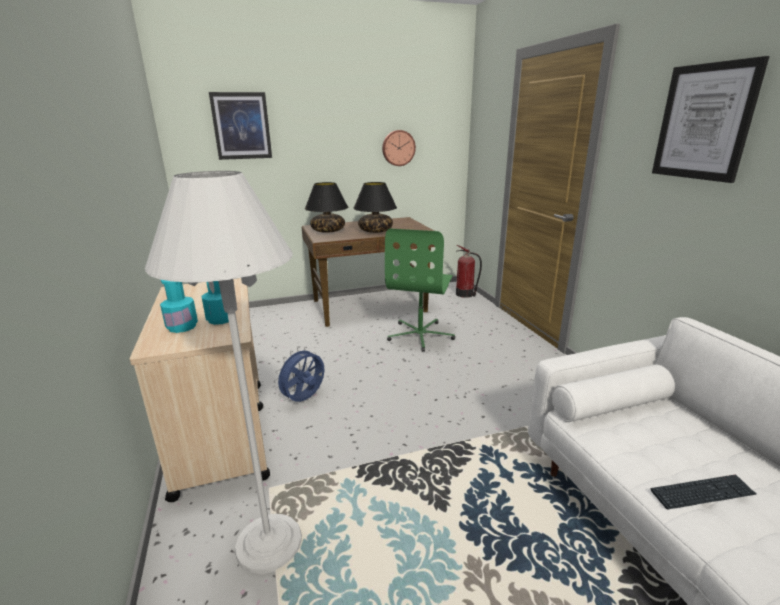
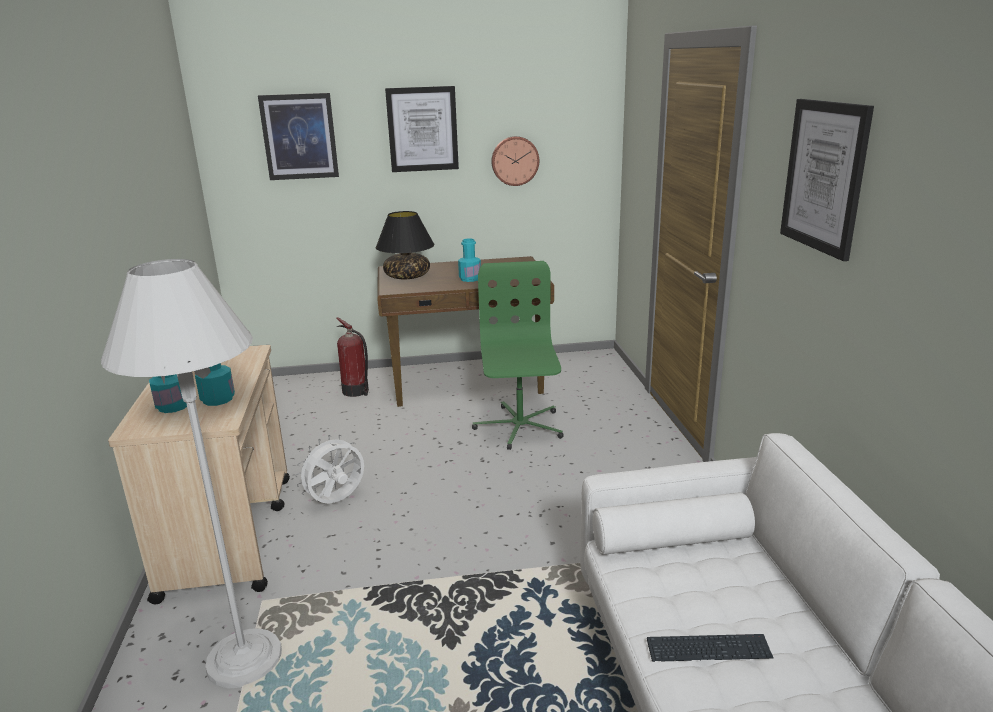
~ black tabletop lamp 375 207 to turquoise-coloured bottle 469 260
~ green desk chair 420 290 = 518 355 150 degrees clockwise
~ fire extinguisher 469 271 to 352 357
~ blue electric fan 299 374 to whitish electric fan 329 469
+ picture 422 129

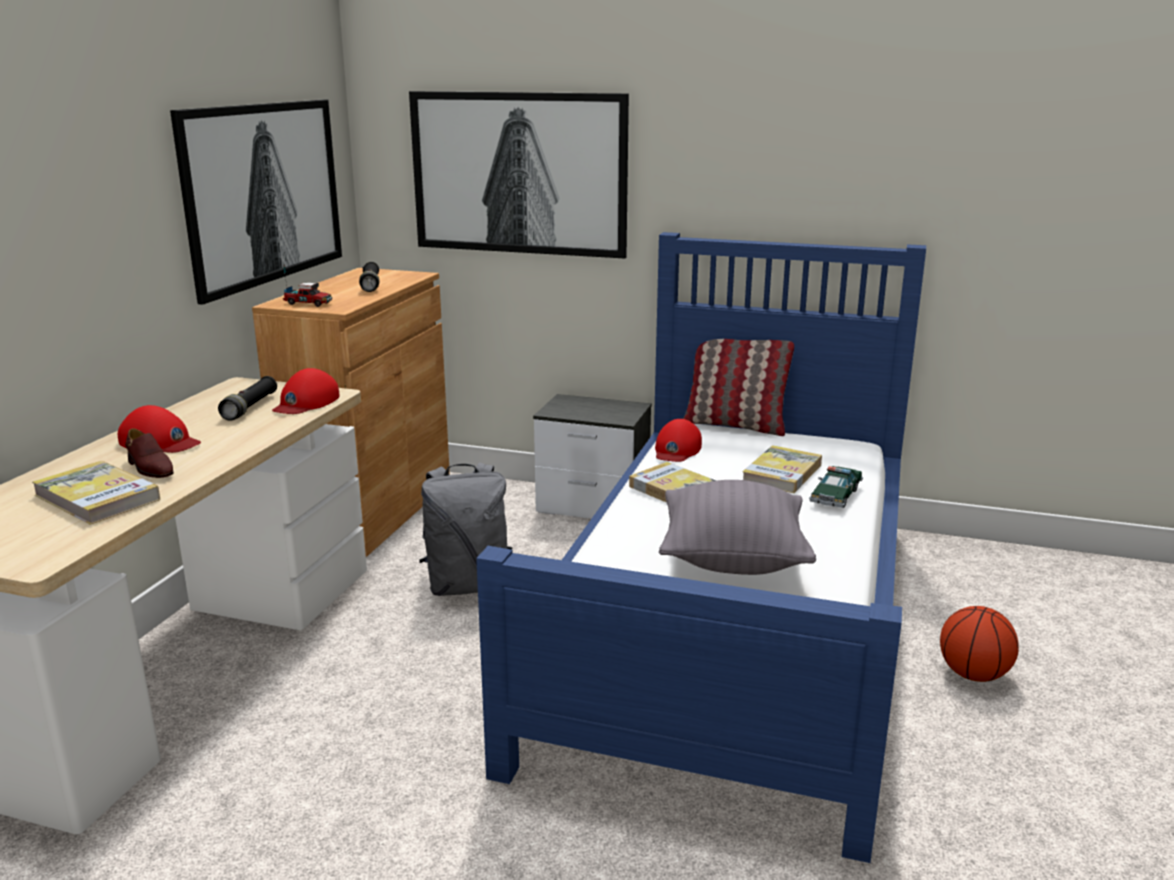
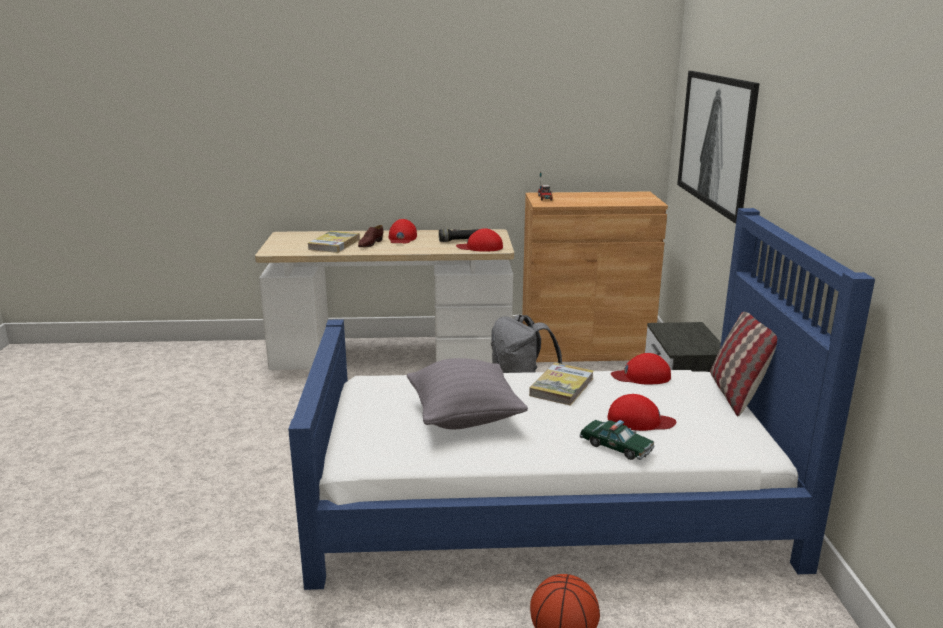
- picture 256 202
- black flashlight 369 277
~ bound book 782 469 to reddish baseball cap 641 412
~ toy car 836 487 = 617 440 150 degrees counterclockwise

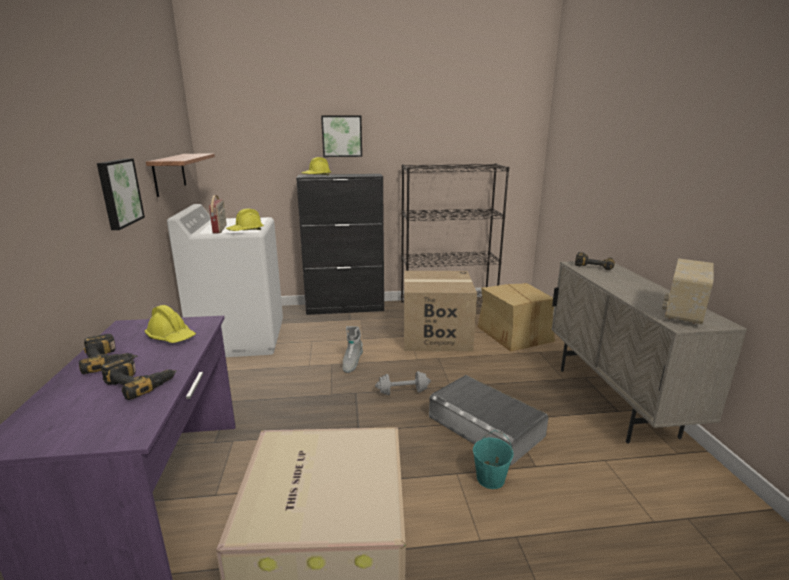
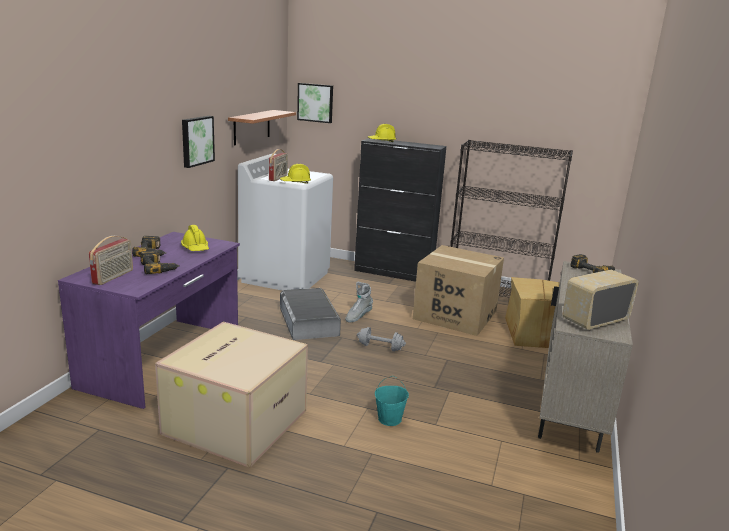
~ picture 341 136 to 315 103
~ grey storage container 489 420 to 310 314
+ radio set 111 260

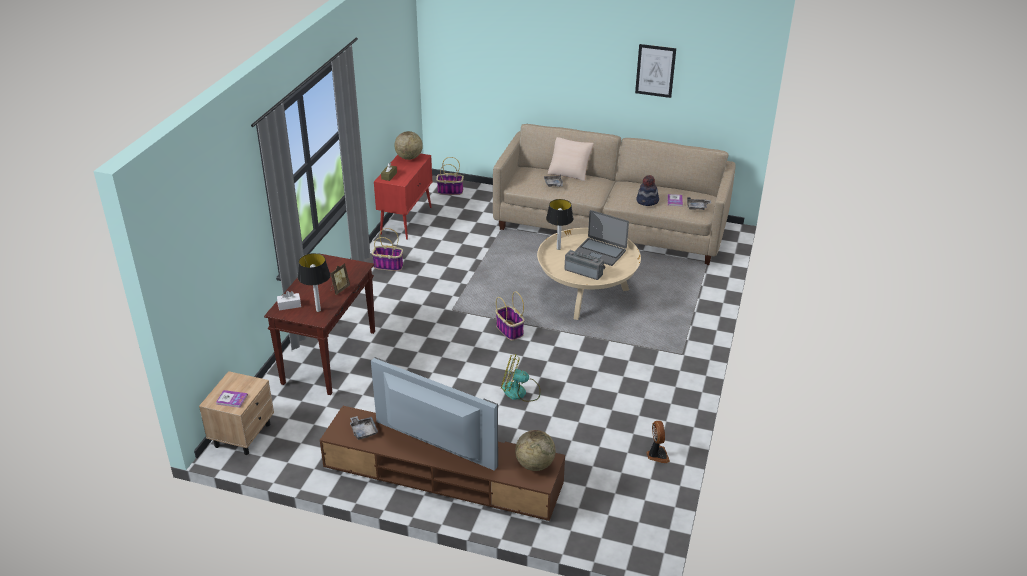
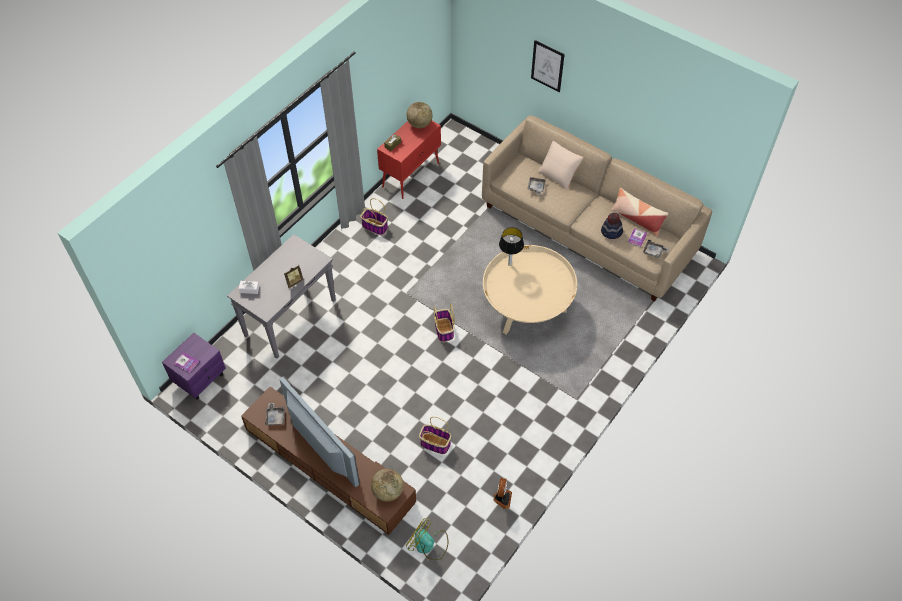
~ picture 655 71 to 548 66
~ storage basket 450 176 to 435 435
- portable computer 602 238
- radio set 584 265
~ brownish narrow table 319 324 to grey narrow table 281 296
- tabletop lamp 314 282
~ electric fan 521 378 to 427 539
~ sand-coloured night table 236 413 to purplish night table 194 366
+ cushion 639 212

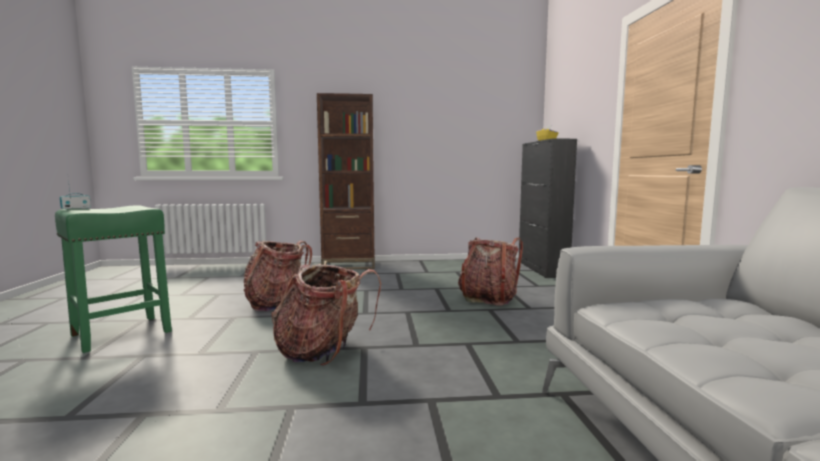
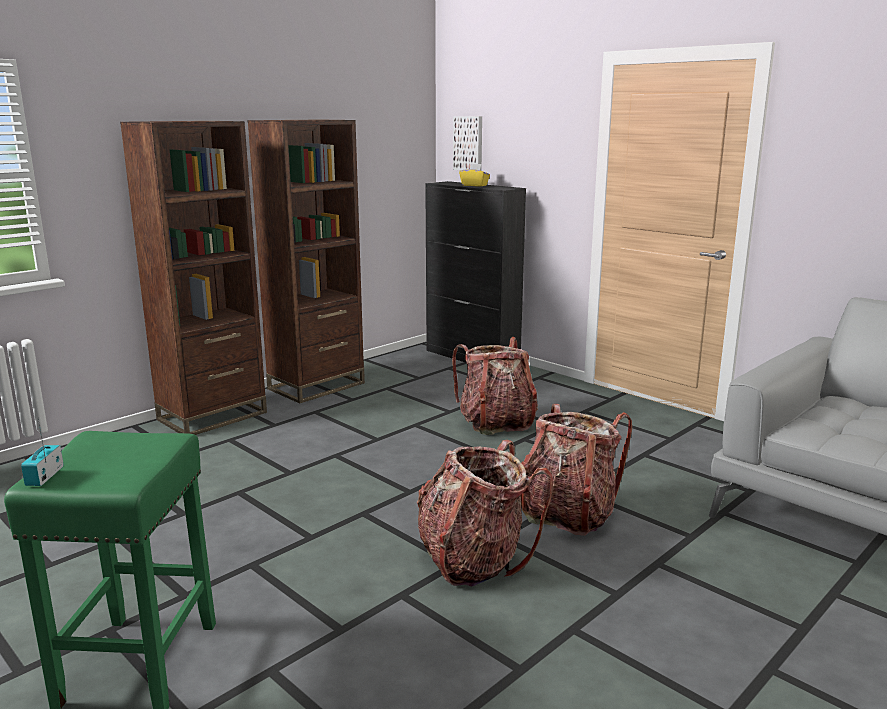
~ backpack 278 276 to 576 470
+ picture 467 143
+ brownish shelving unit 306 261

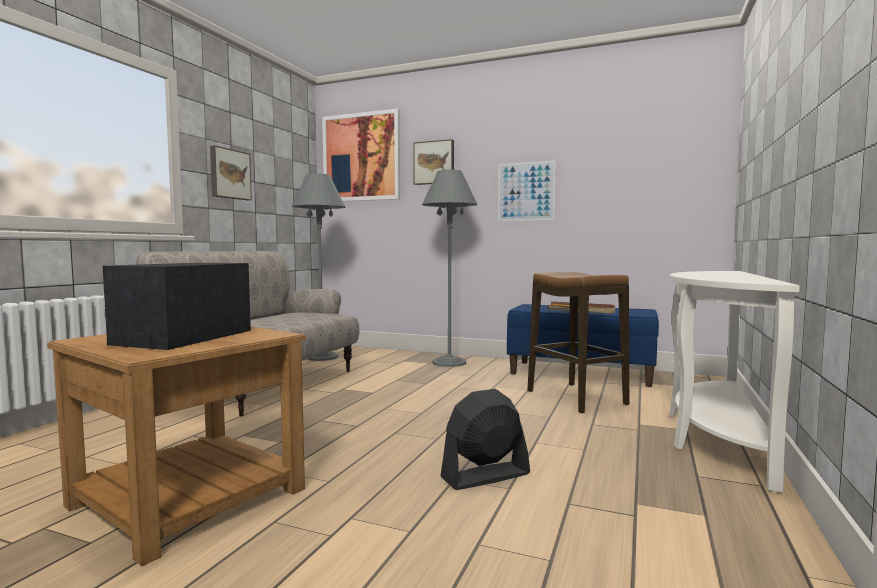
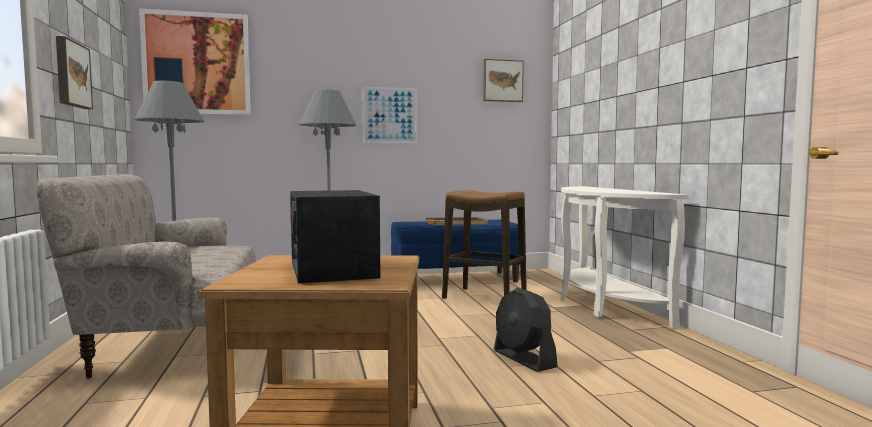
~ picture 433 162 to 503 80
~ black electric fan 485 439 = 526 330 60 degrees counterclockwise

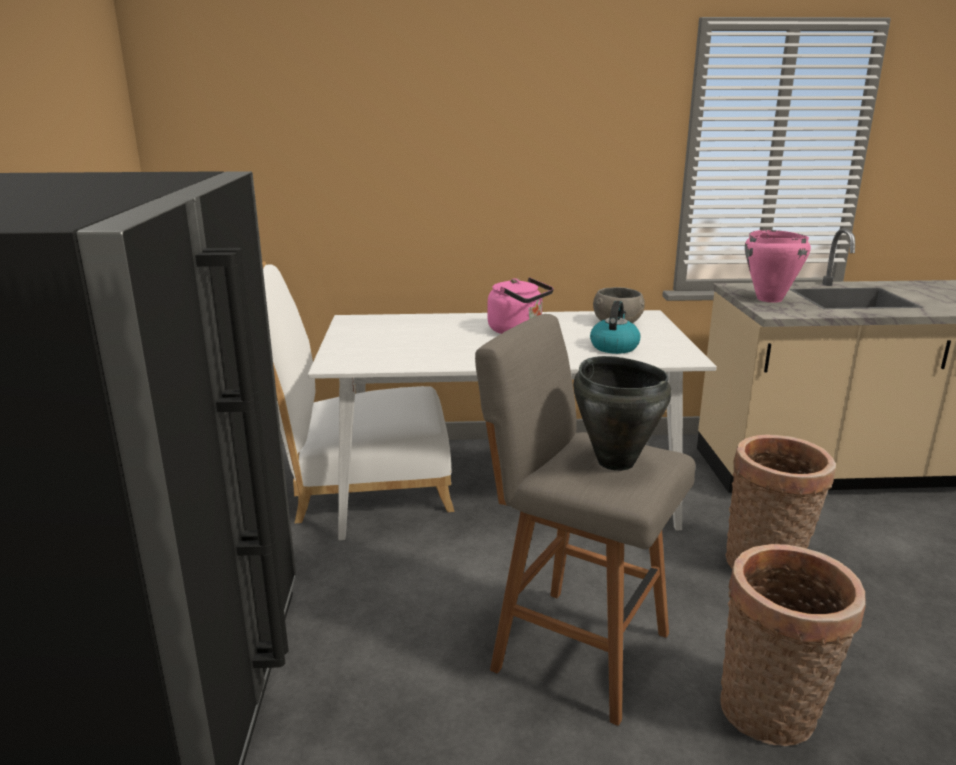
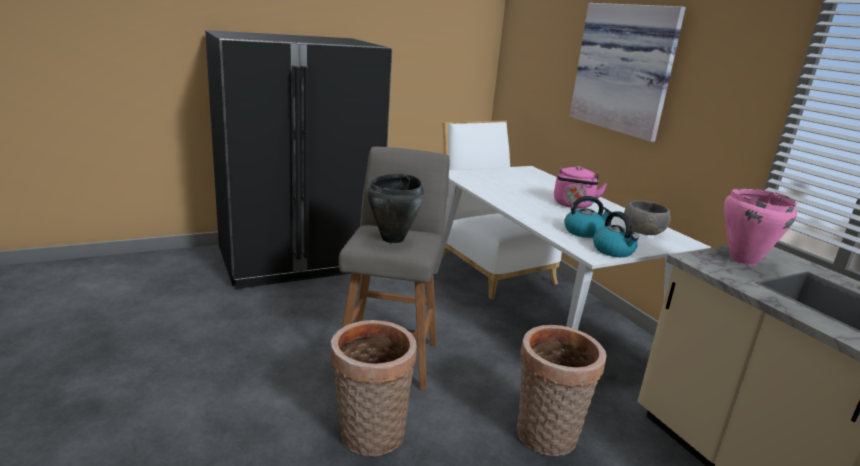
+ picture 627 72
+ tea kettle 616 234

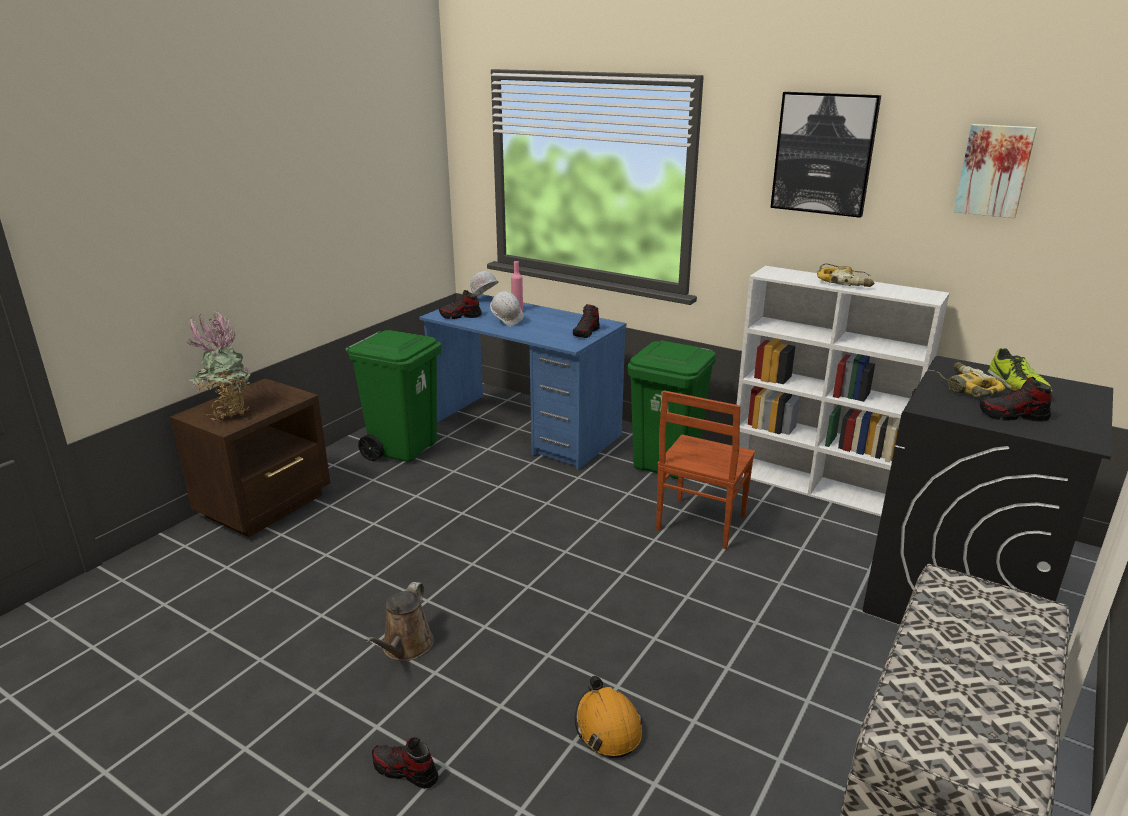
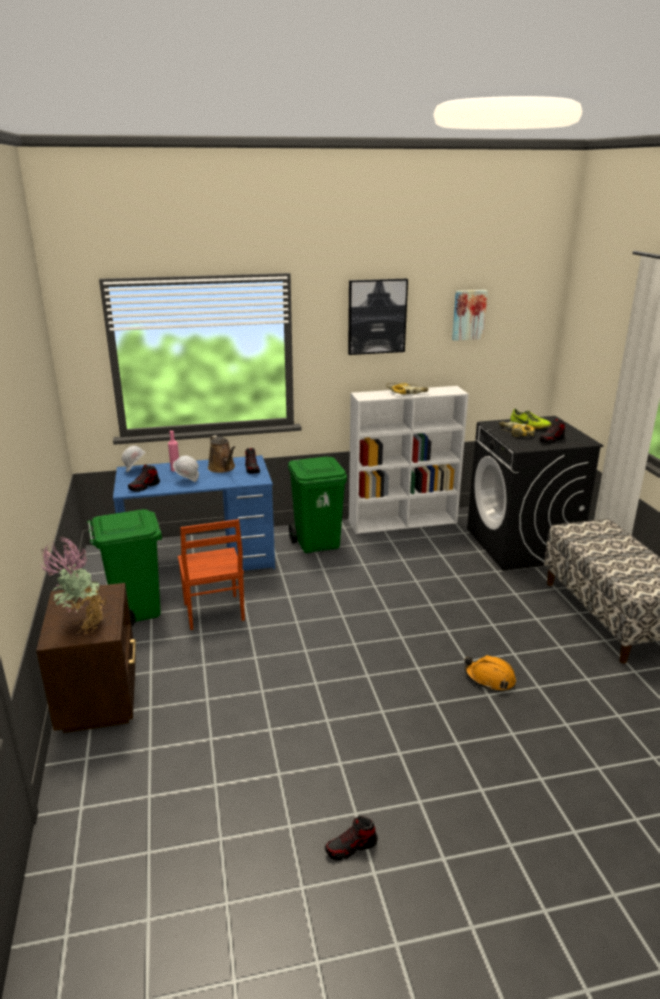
~ brownish plain chair 705 469 to 211 574
~ brownish sprinkling can 399 621 to 221 454
~ low shoe 405 763 to 351 838

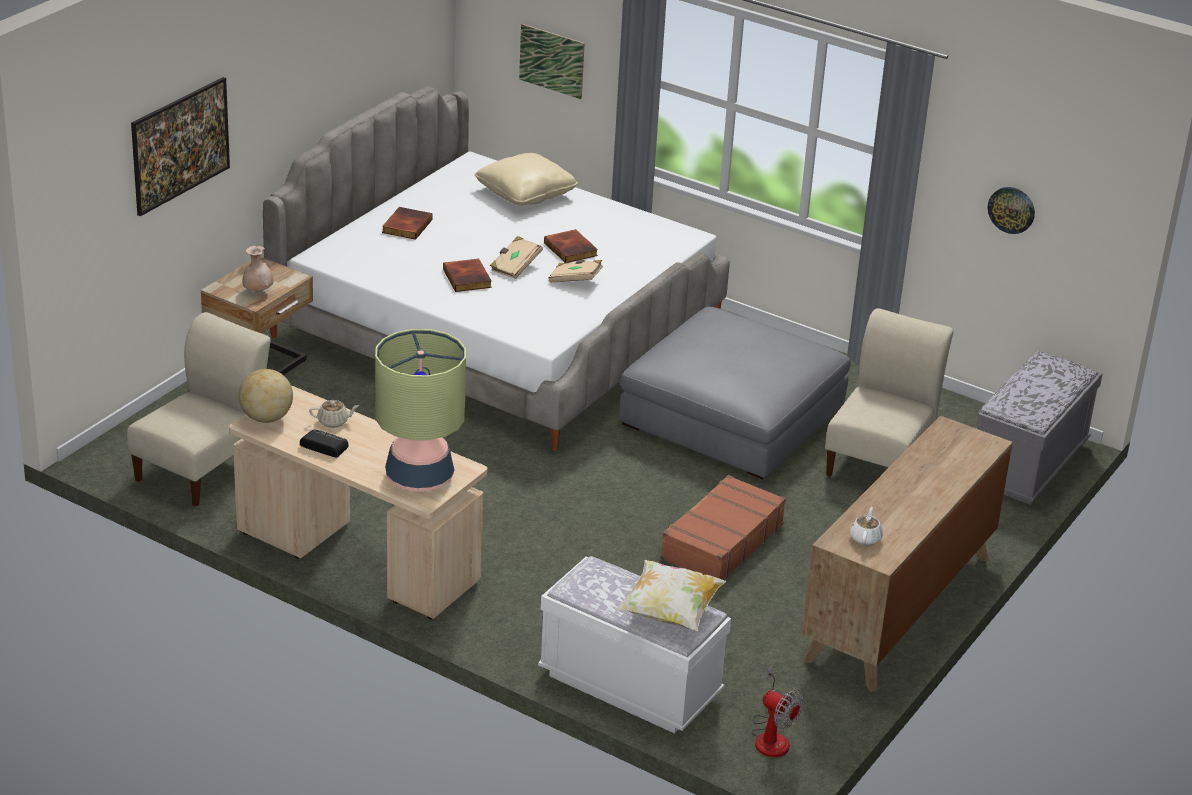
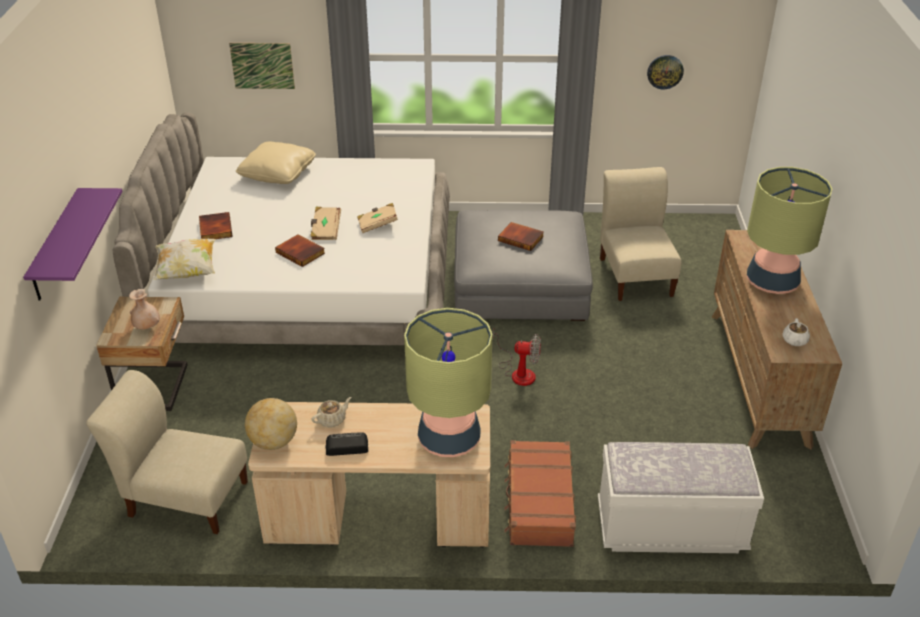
~ picture 180 146 to purplish wall shelf 72 244
~ bound book 571 246 to 521 236
~ sand-coloured plain chair 199 409 = 167 452 75 degrees counterclockwise
- grey indoor bench 1039 428
~ brownish travel case 723 527 to 540 493
~ whitish pot for tea 866 526 = 796 332 150 degrees counterclockwise
~ cushion 671 595 to 184 259
~ electric fan 777 711 to 517 358
+ tabletop lamp 790 230

